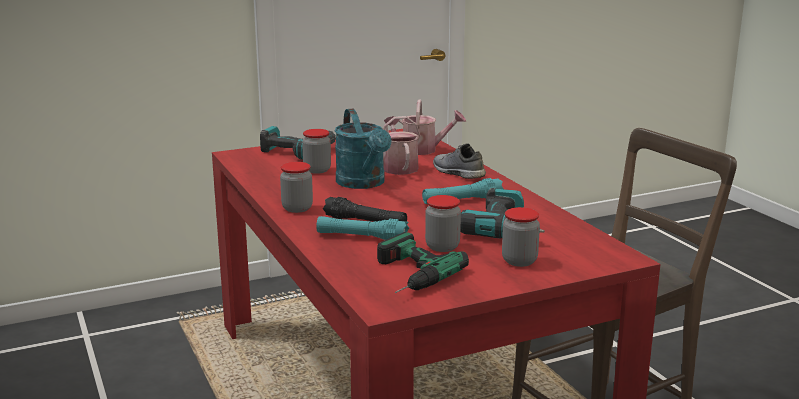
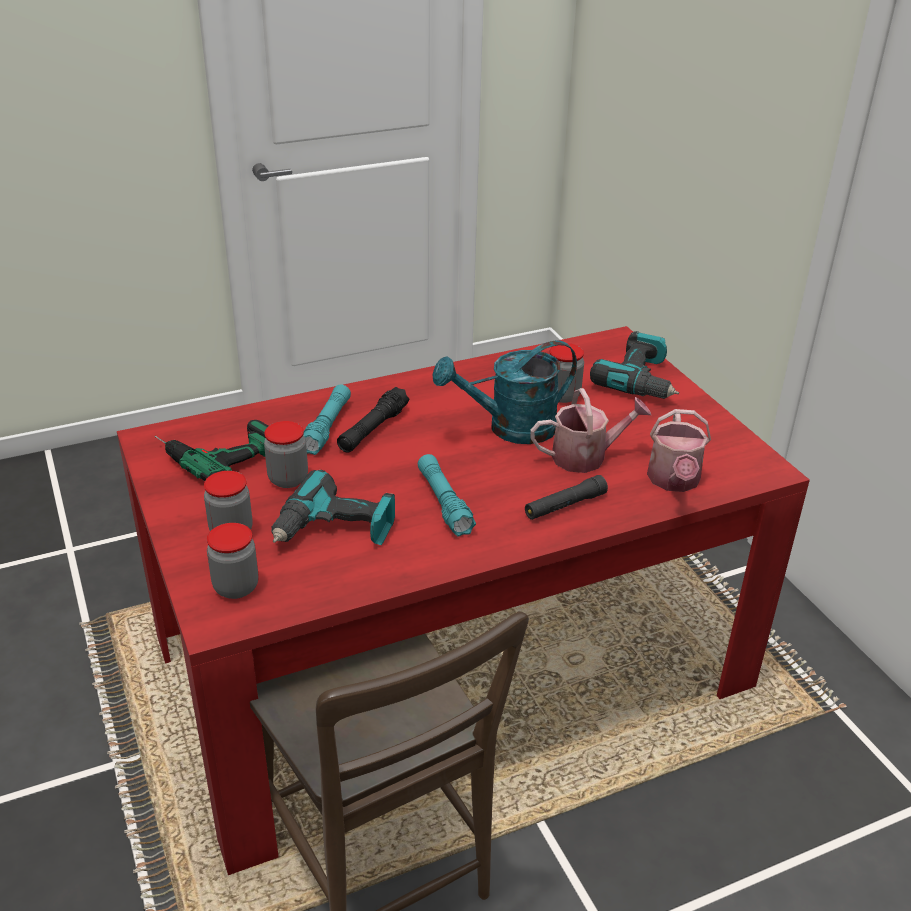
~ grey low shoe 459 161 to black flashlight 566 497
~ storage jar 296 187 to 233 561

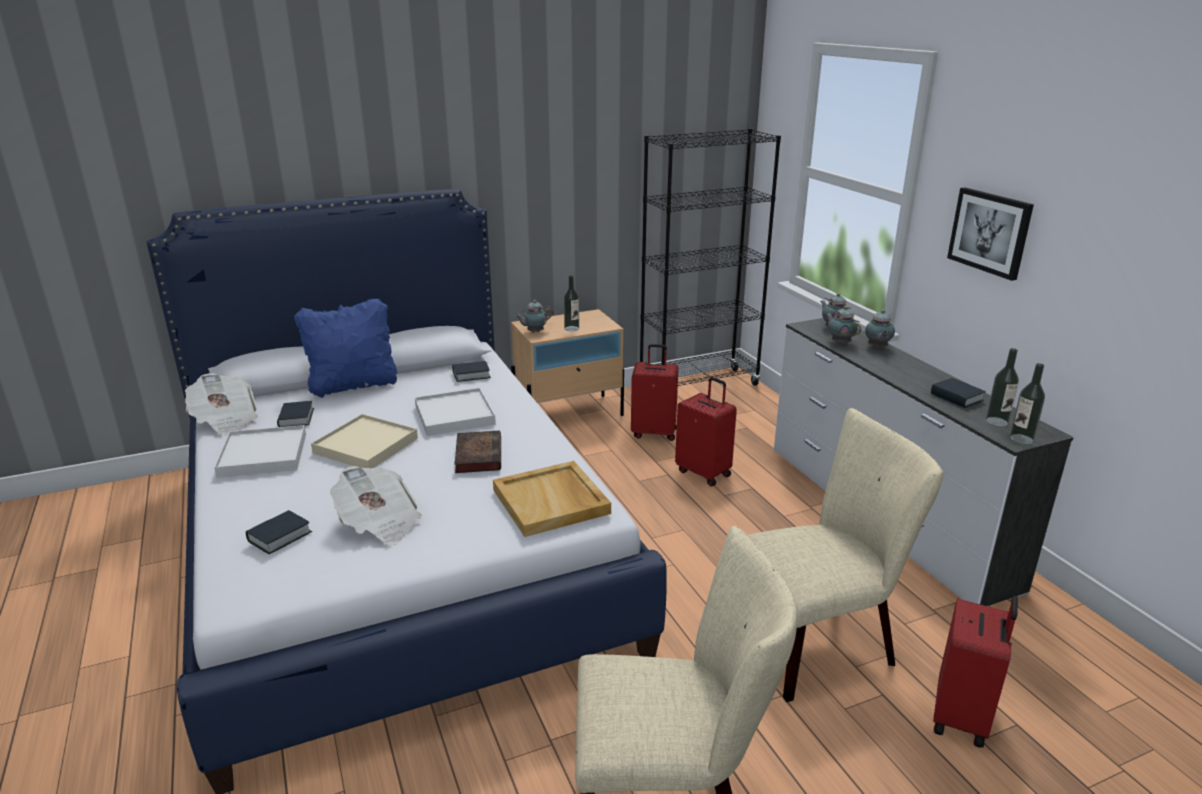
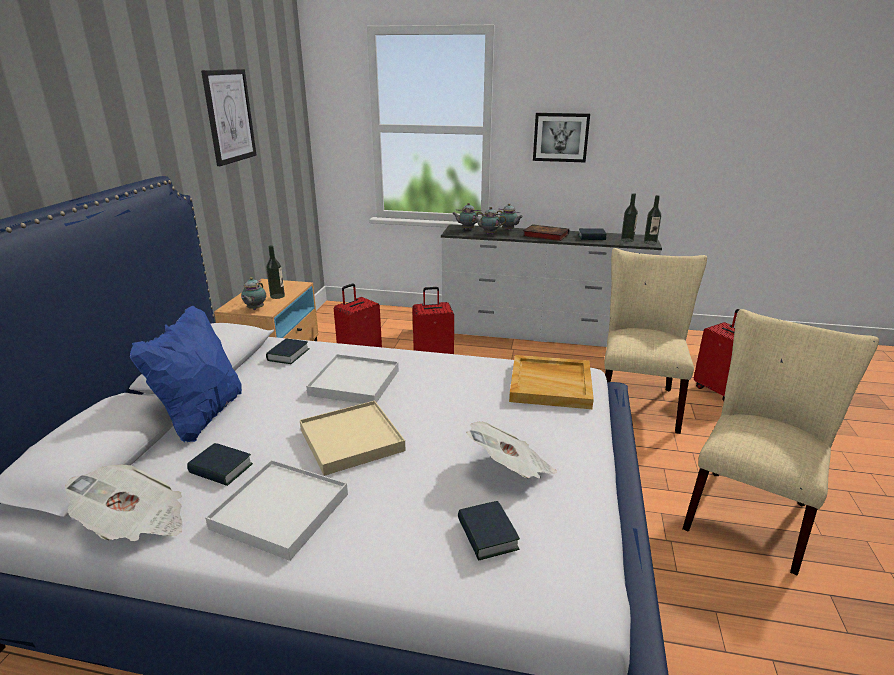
- black shelving unit 710 257
~ bound book 477 451 to 546 232
+ picture 228 117

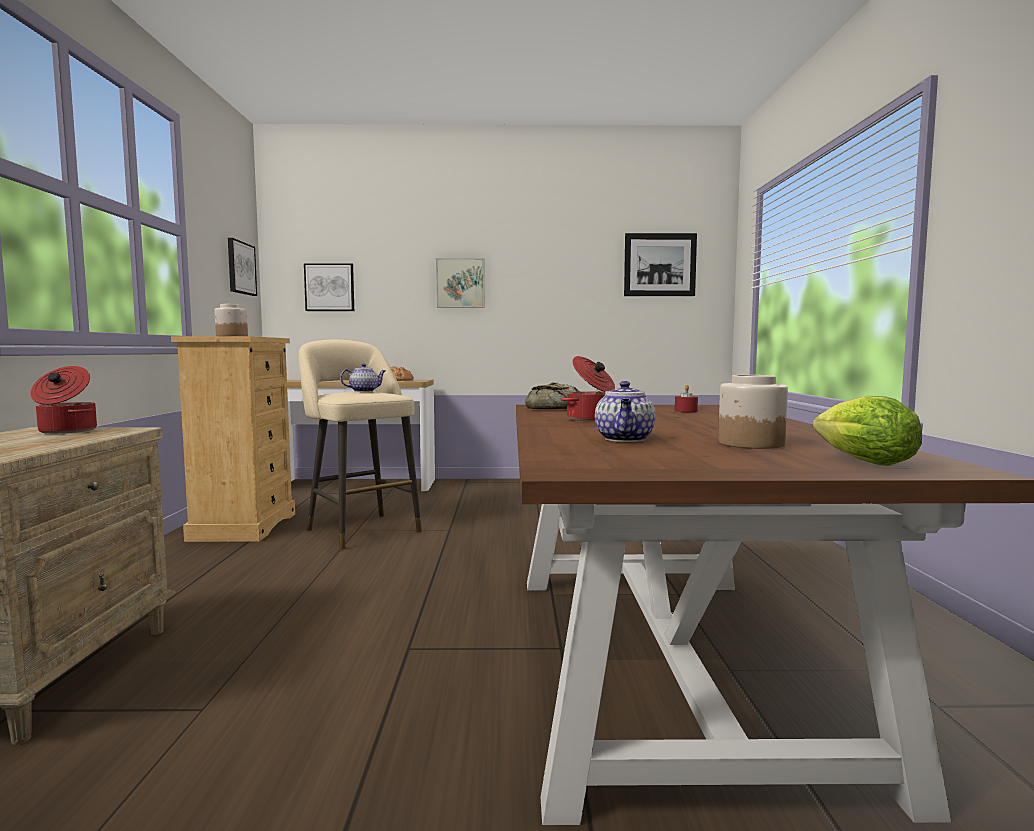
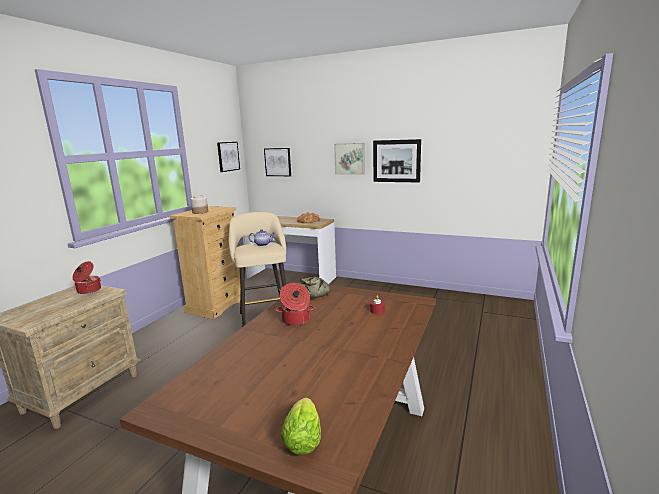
~ picture 660 264 to 397 160
- storage jar 753 412
- pot for tea 625 411

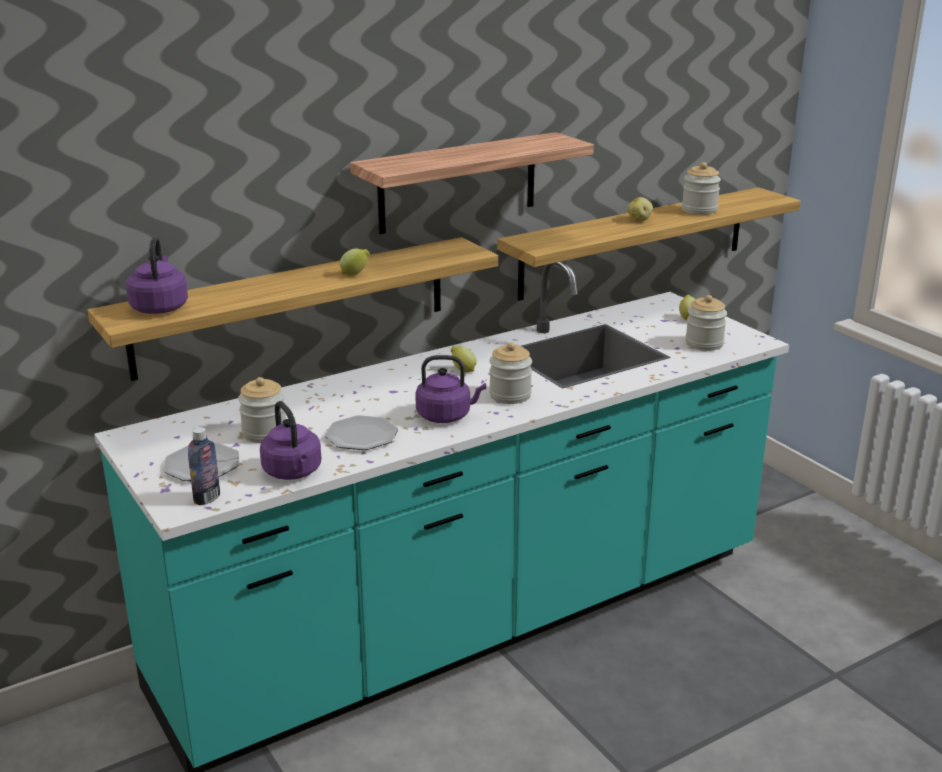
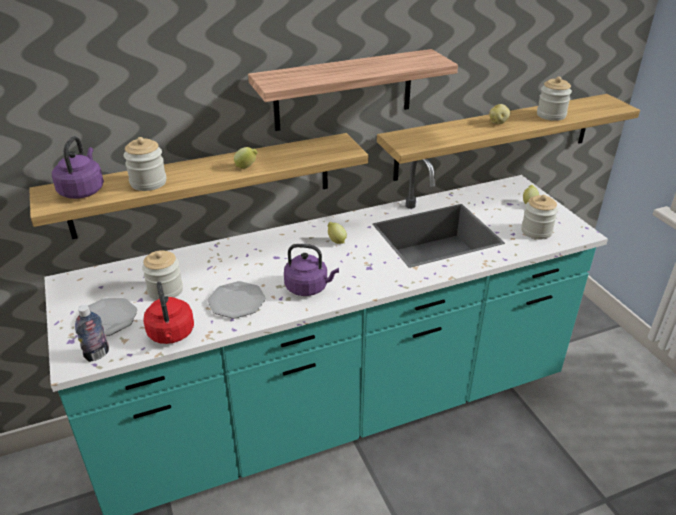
~ storage jar 510 373 to 145 164
~ purplish tea kettle 290 440 to reddish tea kettle 168 313

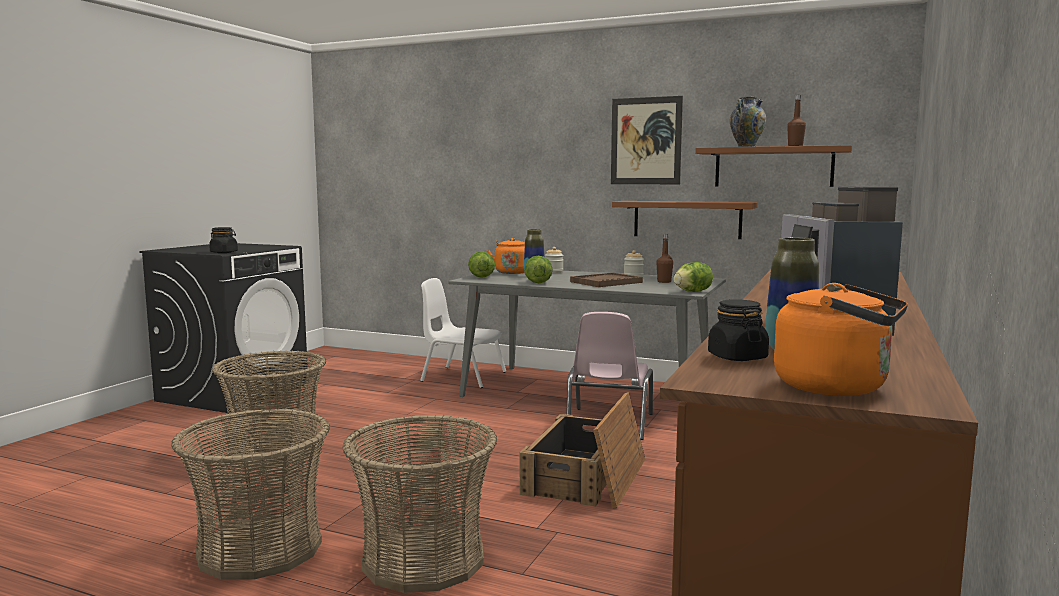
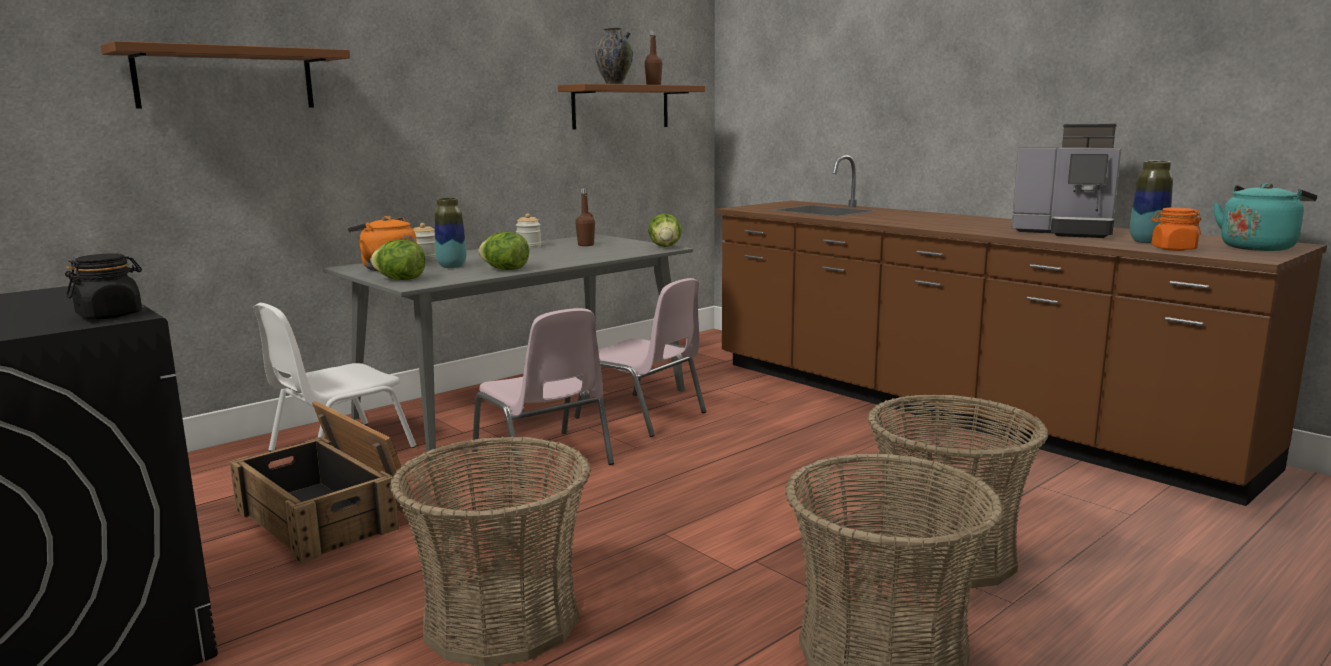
- picture 647 140
~ brownish wall shelf 685 220 to 225 74
- brownish serving tray 606 280
~ orangey tea kettle 841 339 to turquoise-coloured tea kettle 1265 217
~ black storage jar 738 330 to orangey storage jar 1176 229
~ shipping crate 582 450 to 321 482
+ pinkish plain chair 543 398

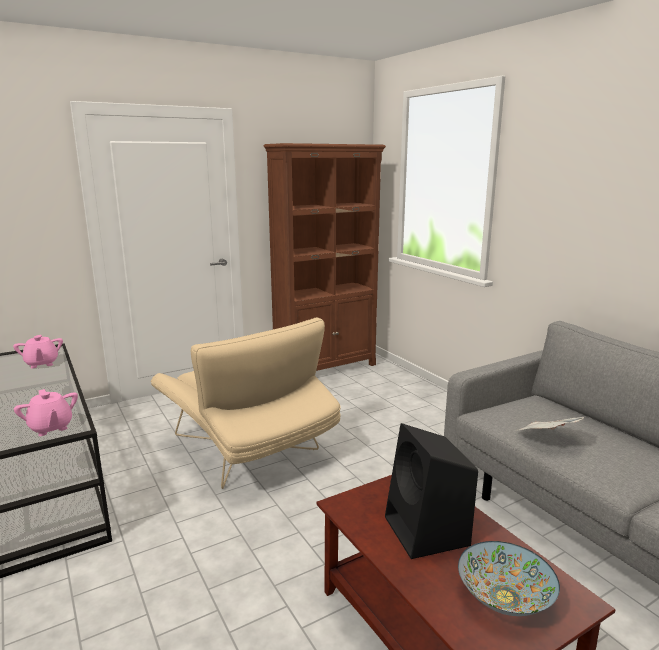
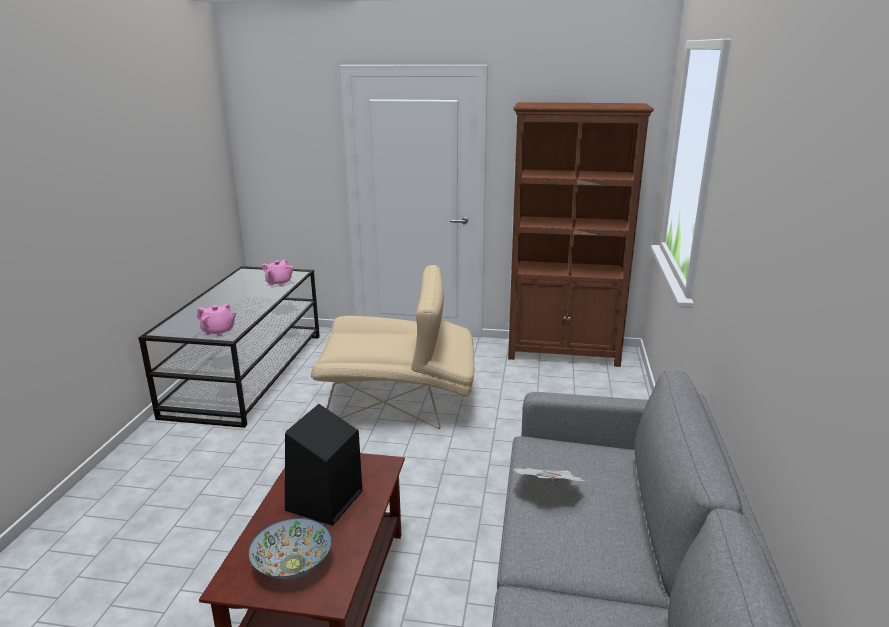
~ sand-coloured armchair 246 403 = 393 347 90 degrees counterclockwise
~ pinkish pot for tea 46 412 = 216 320 75 degrees counterclockwise

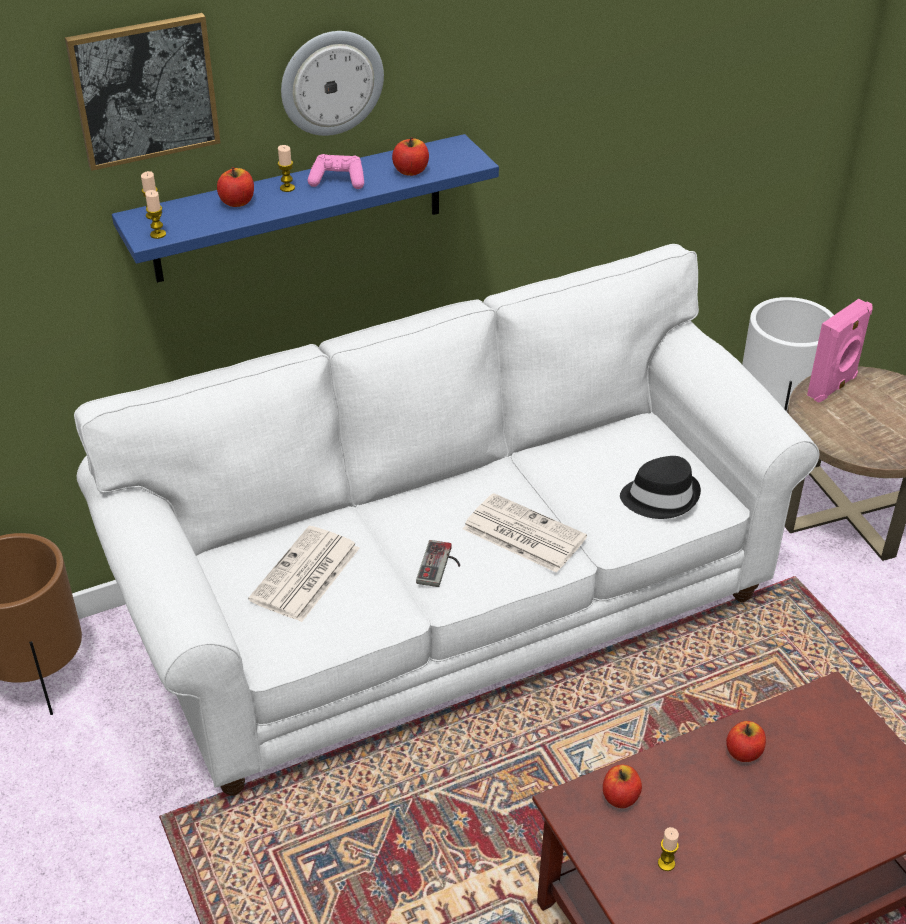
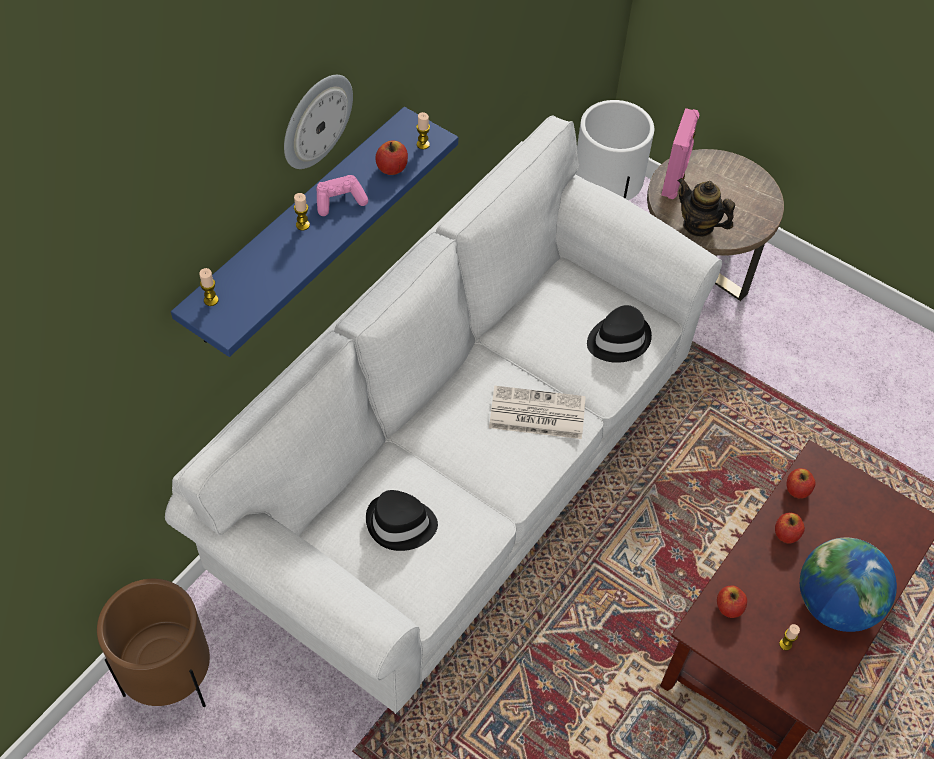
- picture 142 92
~ apple 235 187 to 800 483
~ wax candle 155 214 to 423 130
~ newspaper 304 574 to black wearable hat 402 520
- game controller 438 563
+ pot for tea 706 207
+ globe 848 585

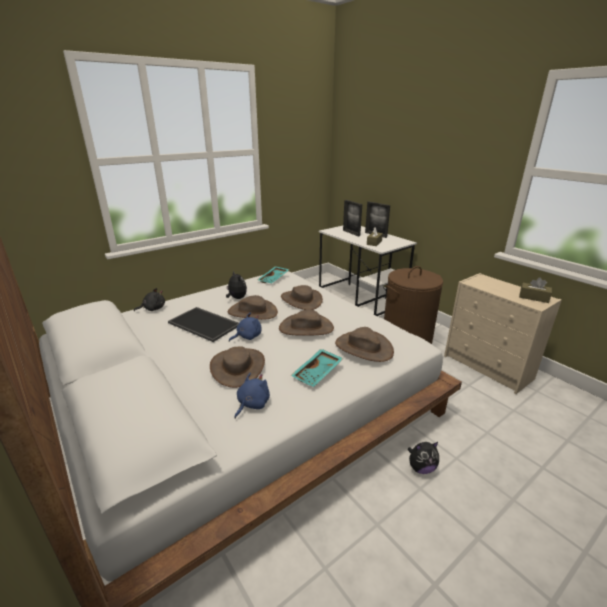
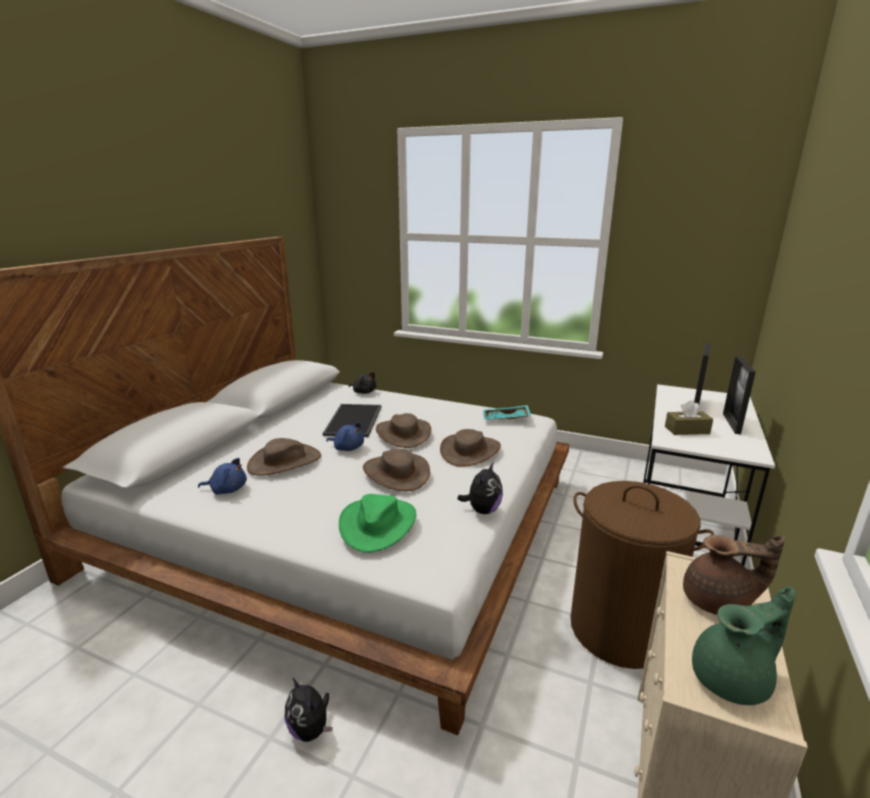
~ soft toy 236 284 to 480 488
~ brownish box of tissues 535 290 to green pot for tea 743 645
~ brownish wearable hat 364 344 to green wearable hat 377 523
- turquoise-coloured serving tray 317 368
+ brownish pot for tea 734 575

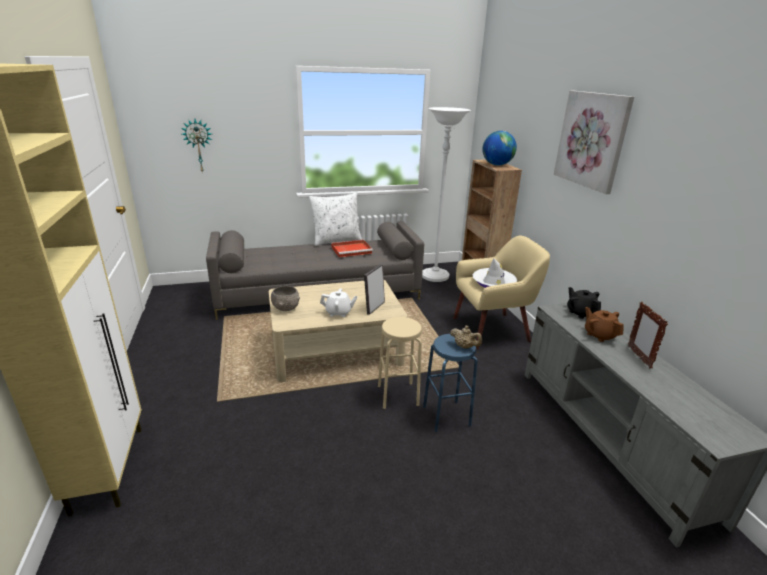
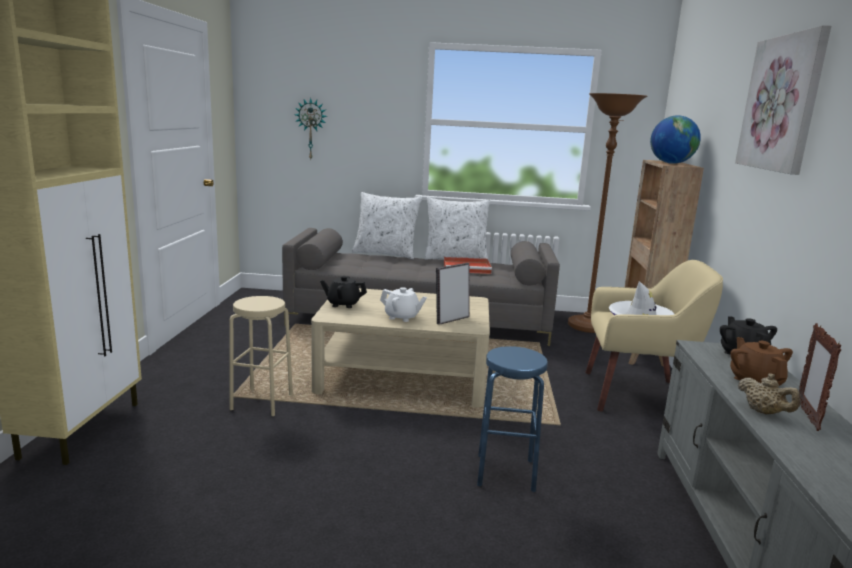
~ whitish standing lamp 446 194 to brownish standing lamp 607 213
~ grey deep dish 285 298 to black pot for tea 343 292
~ sand-coloured sitting stool 400 363 to 261 356
~ sand-coloured pot for tea 466 337 to 769 393
+ whitish cushion 387 225

